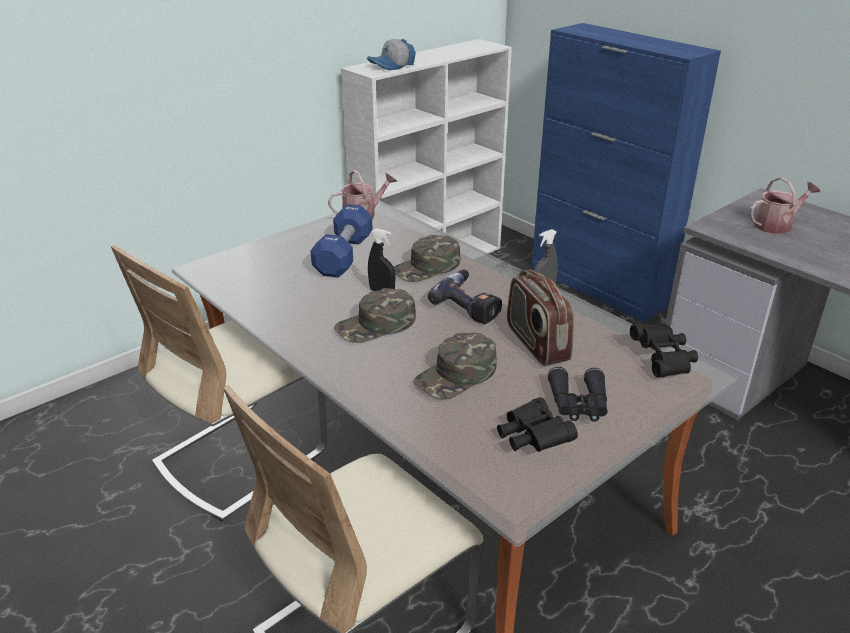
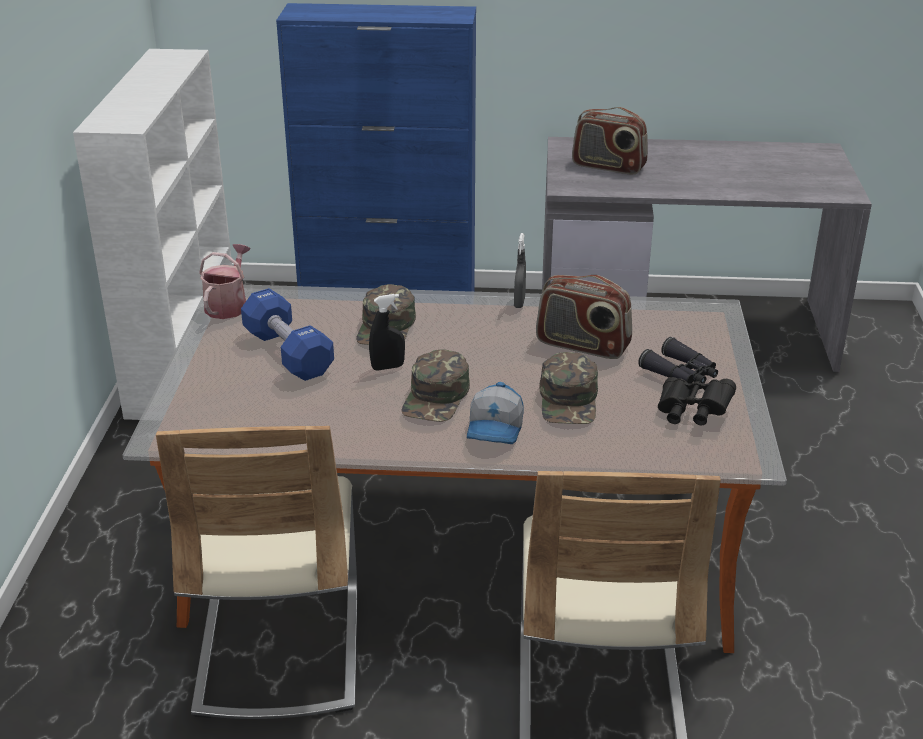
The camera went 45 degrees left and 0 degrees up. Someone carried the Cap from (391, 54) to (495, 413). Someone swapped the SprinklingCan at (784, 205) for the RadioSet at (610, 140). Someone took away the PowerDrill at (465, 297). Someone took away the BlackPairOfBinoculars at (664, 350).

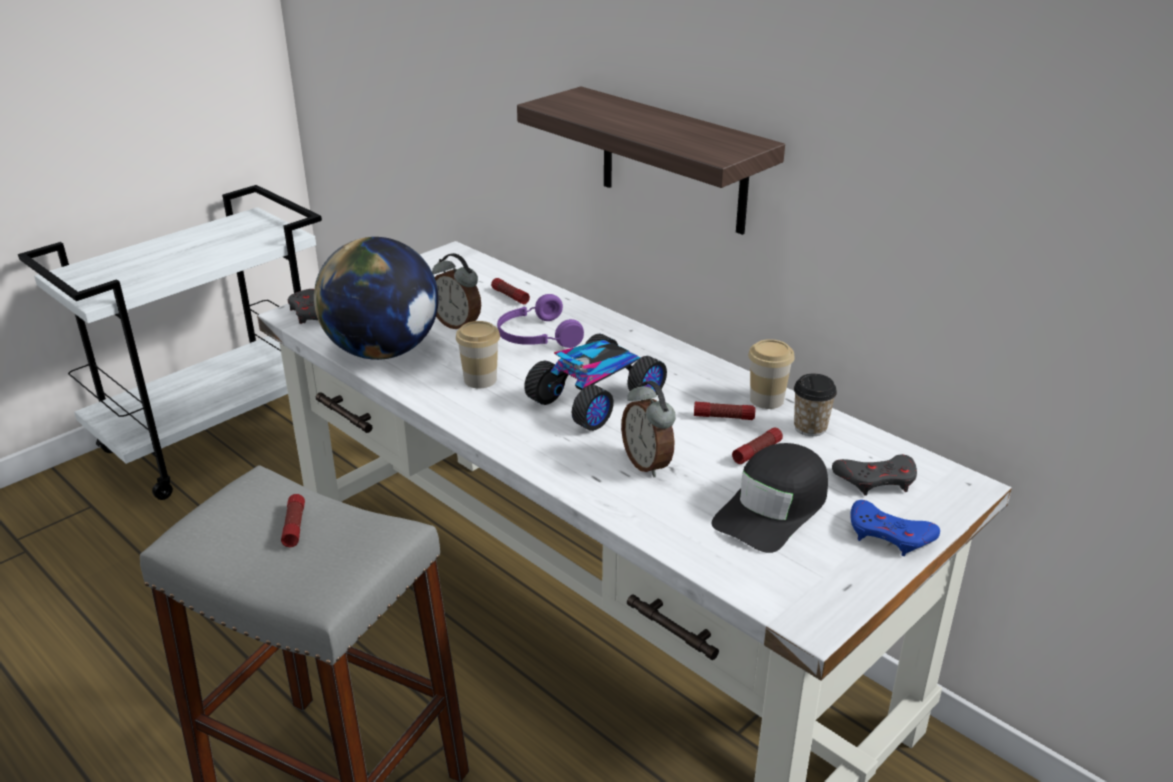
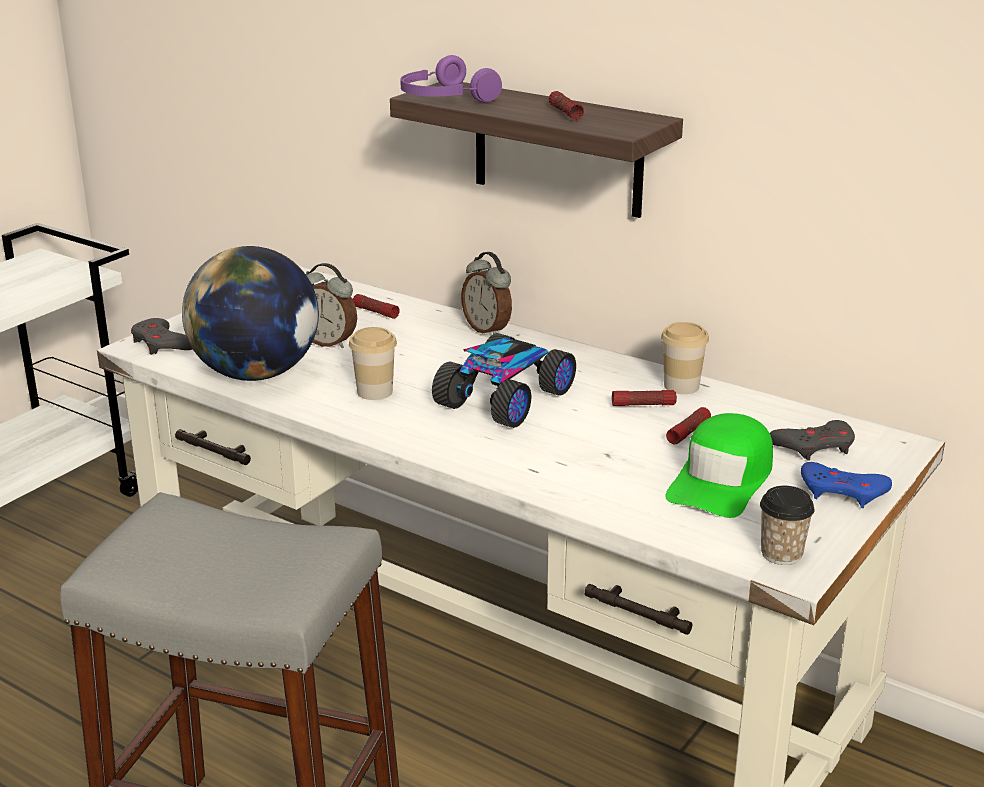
The camera went 10 degrees left and 5 degrees down. Someone carried the PurpleColouredHeadset from (540, 321) to (451, 78). Someone carried the DrinkingCup from (815, 405) to (787, 525). Someone carried the AlarmClock from (648, 429) to (486, 293). Someone repainted the BlackCap at (770, 498), which became the GreenColouredCap at (719, 465). Someone carried the HandTorch from (293, 520) to (566, 105).

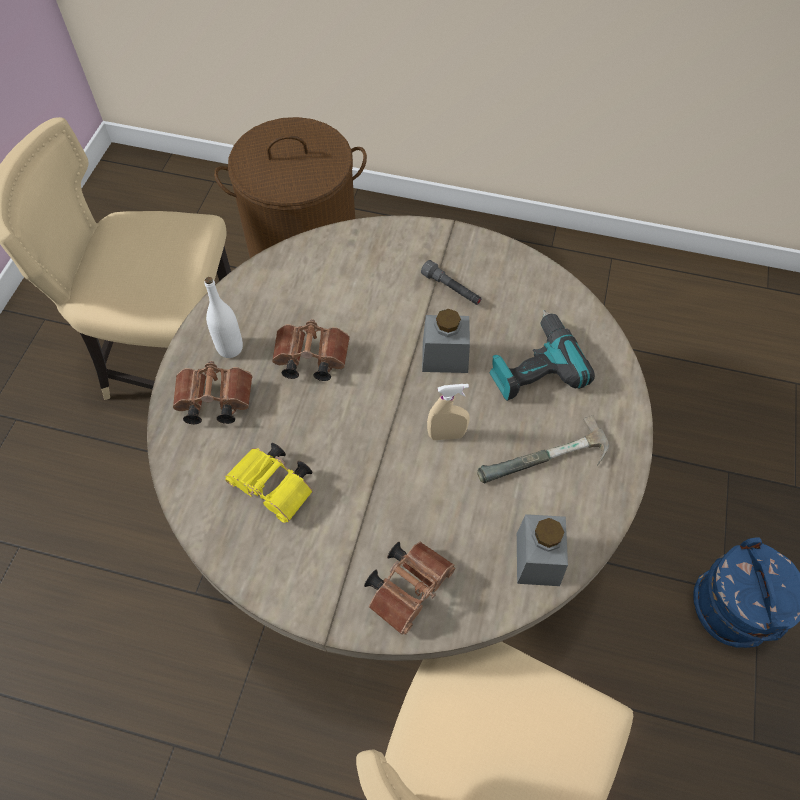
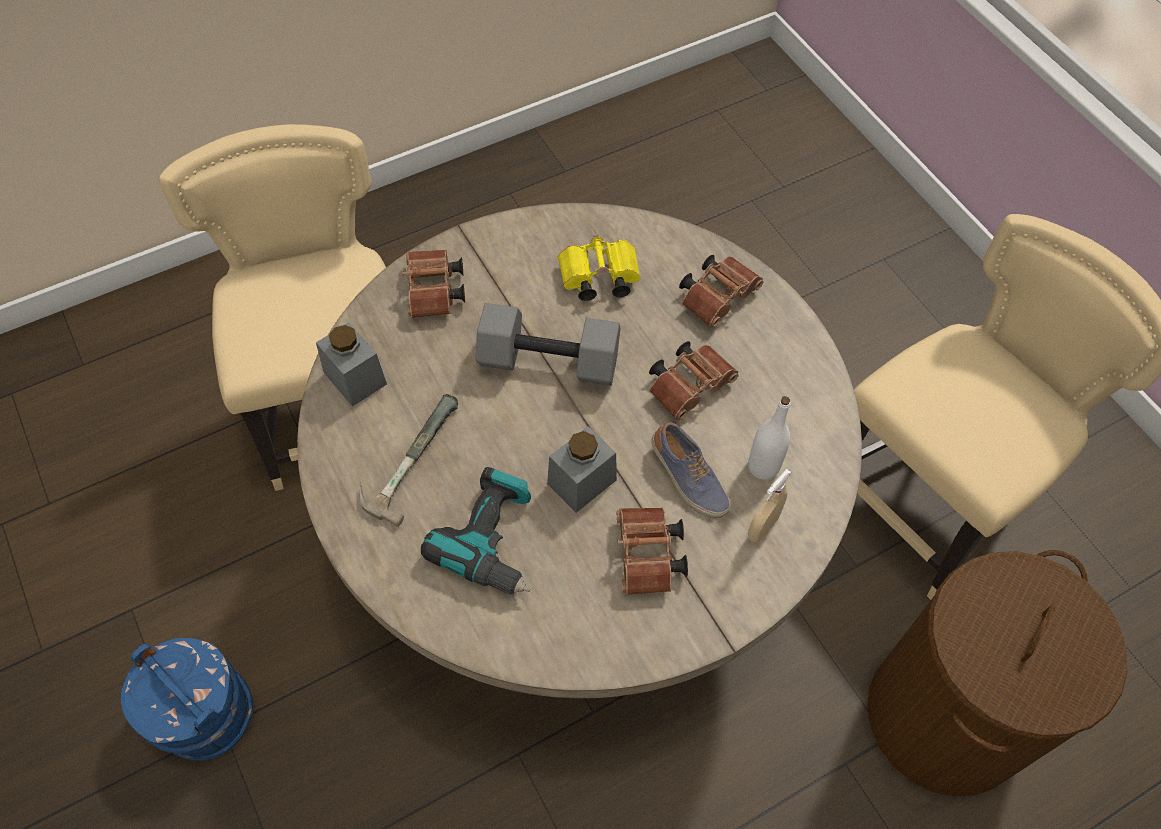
The camera went 135 degrees right and 0 degrees up. Someone swapped the GreyishHandTorch at (451, 282) for the BrownPairOfBinoculars at (652, 551). Someone carried the WhitishBeverageBottle from (224, 317) to (769, 438). Someone carried the SandColouredSprayer from (448, 412) to (769, 506). Someone put down the GreyishHandWeight at (548, 344). Someone put down the Shoe at (691, 470).

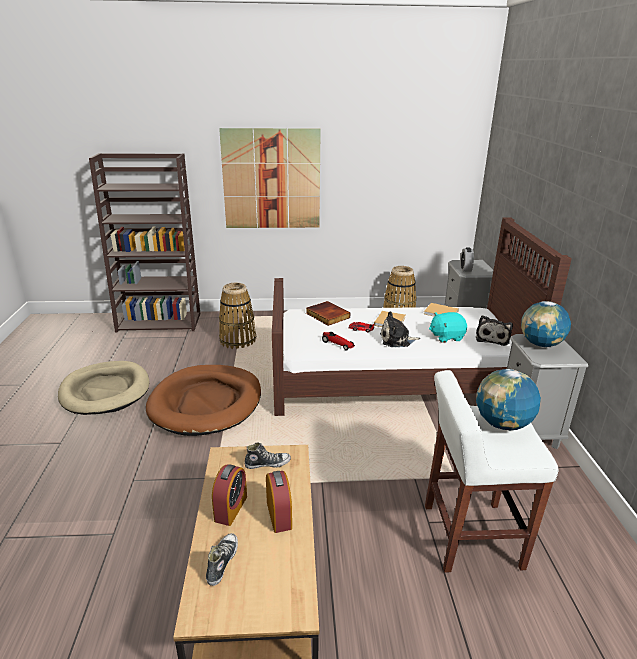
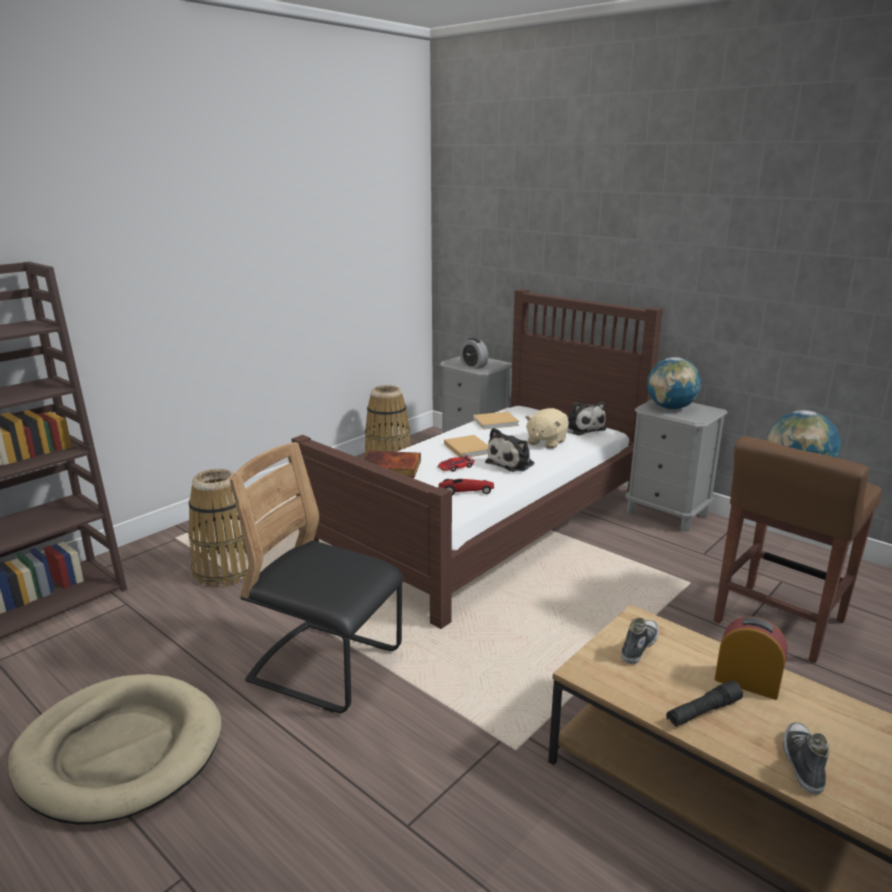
The camera went 45 degrees left and 5 degrees down. Someone took away the Picture at (270, 178). Someone repainted the TurquoiseColouredSoftToy at (448, 327), which became the SandColouredSoftToy at (547, 428). Someone swapped the BrownPetBed at (203, 400) for the BlackUprightChair at (317, 577). Someone repainted the WhitishSittingStool at (492, 471), which became the BrownSittingStool at (798, 549). Someone swapped the AlarmClock at (229, 495) for the BlackHandTorch at (704, 703). Someone rotated the Shoe at (222, 559) by 45 degrees clockwise.

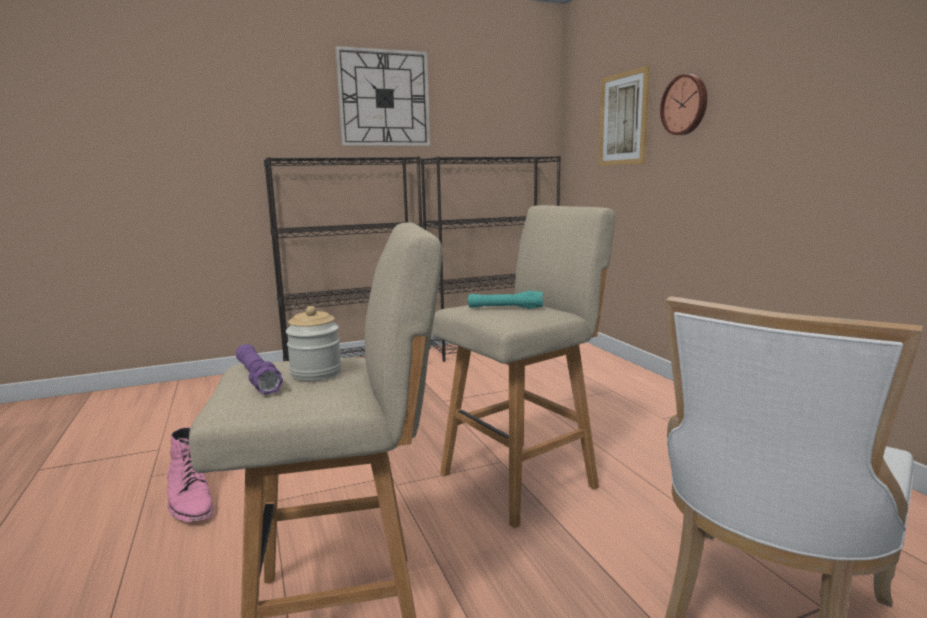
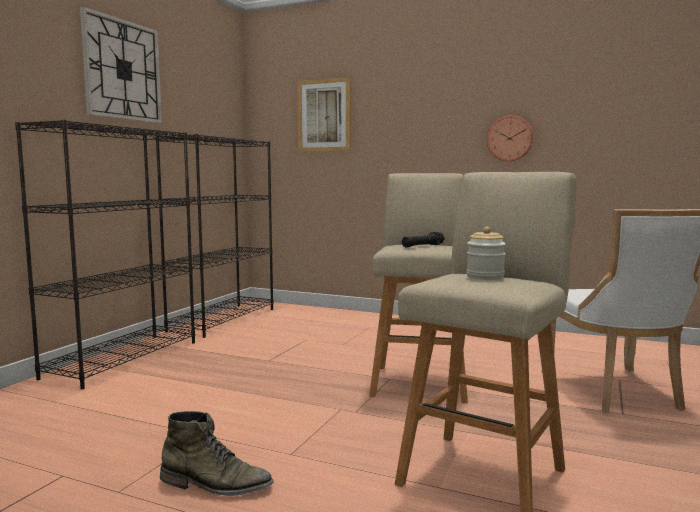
The camera went 45 degrees left and 5 degrees down. Someone carried the HangingClock from (683, 104) to (510, 138). Someone repainted the TurquoiseColouredHandTorch at (506, 299), which became the BlackHandTorch at (423, 239). Someone took away the PurpleColouredHandTorch at (259, 369). Someone repainted the PinkHighTopBoot at (190, 474), which became the GreenColouredHighTopBoot at (217, 453).

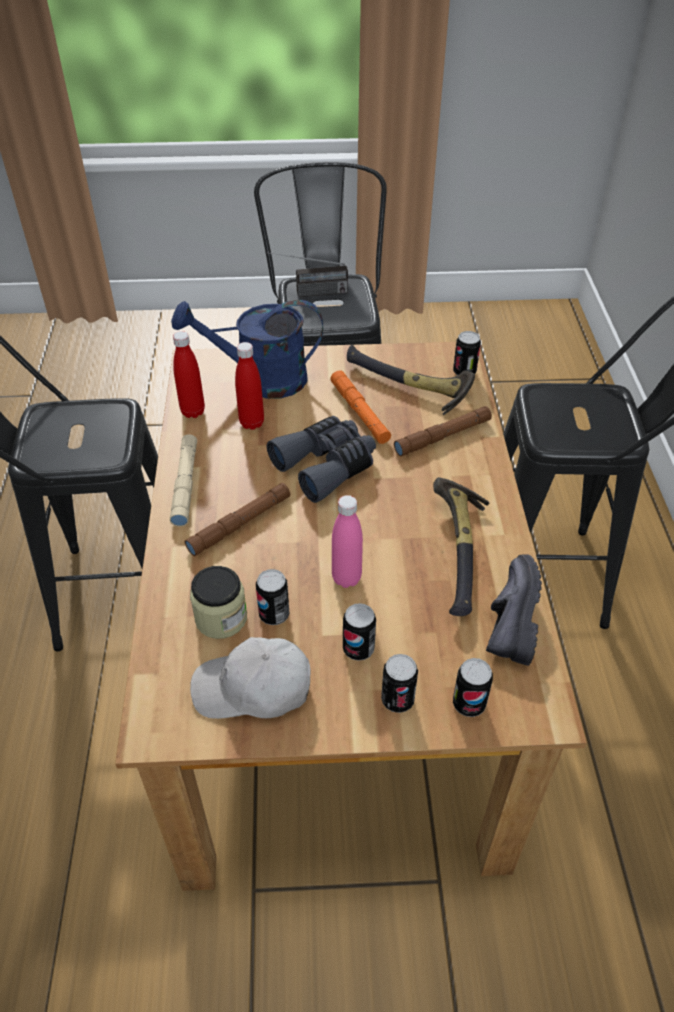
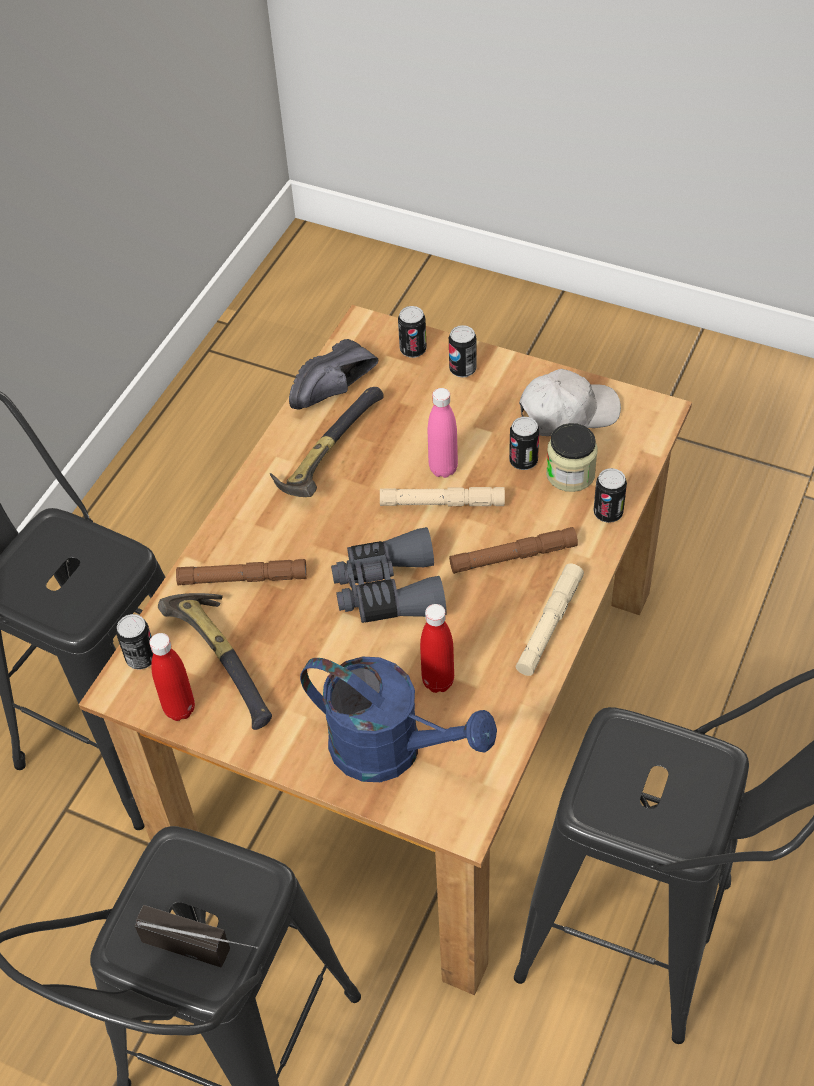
The camera went 150 degrees left and 5 degrees up. Someone carried the ReddishBeverageBottle from (189, 374) to (172, 677). Someone took away the OrangeColouredHandTorch at (360, 407). Someone carried the SealedCan from (359, 632) to (610, 495). Someone rotated the WhitishCap at (250, 678) by 45 degrees counterclockwise. Someone put down the SandColouredHandTorch at (442, 496).

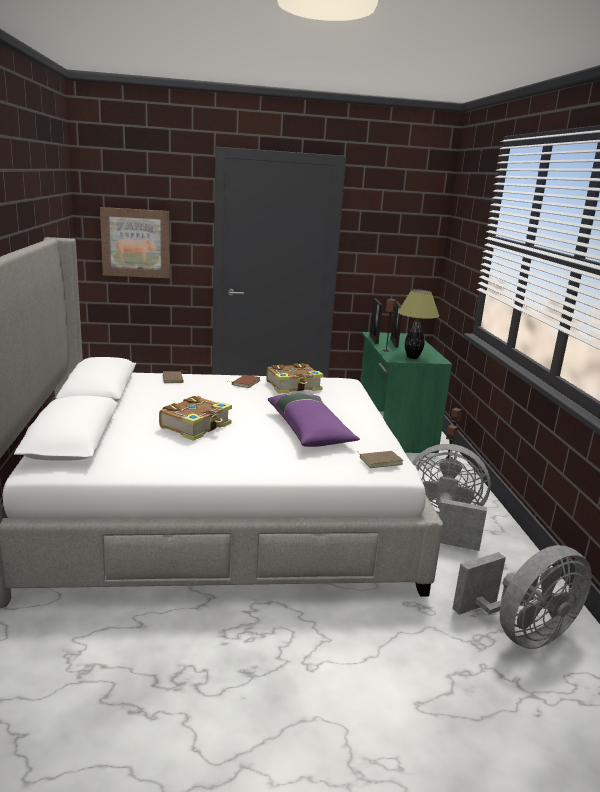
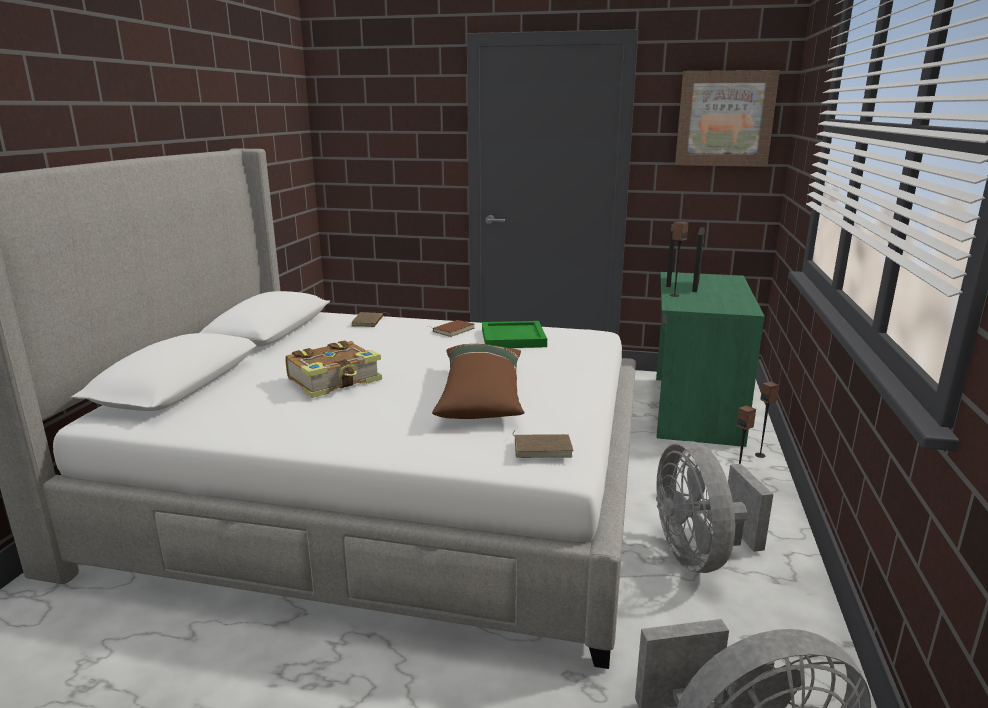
The camera went 20 degrees right and 0 degrees up. Someone carried the Picture from (135, 242) to (727, 118). Someone took away the TabletopLamp at (418, 324). Someone swapped the Book at (295, 378) for the GreenColouredCarryingTray at (514, 334). Someone repainted the PurpleColouredThrowPillow at (314, 420), which became the BrownThrowPillow at (478, 381). Someone rotated the GreyishElectricFan at (451, 497) by 135 degrees counterclockwise.

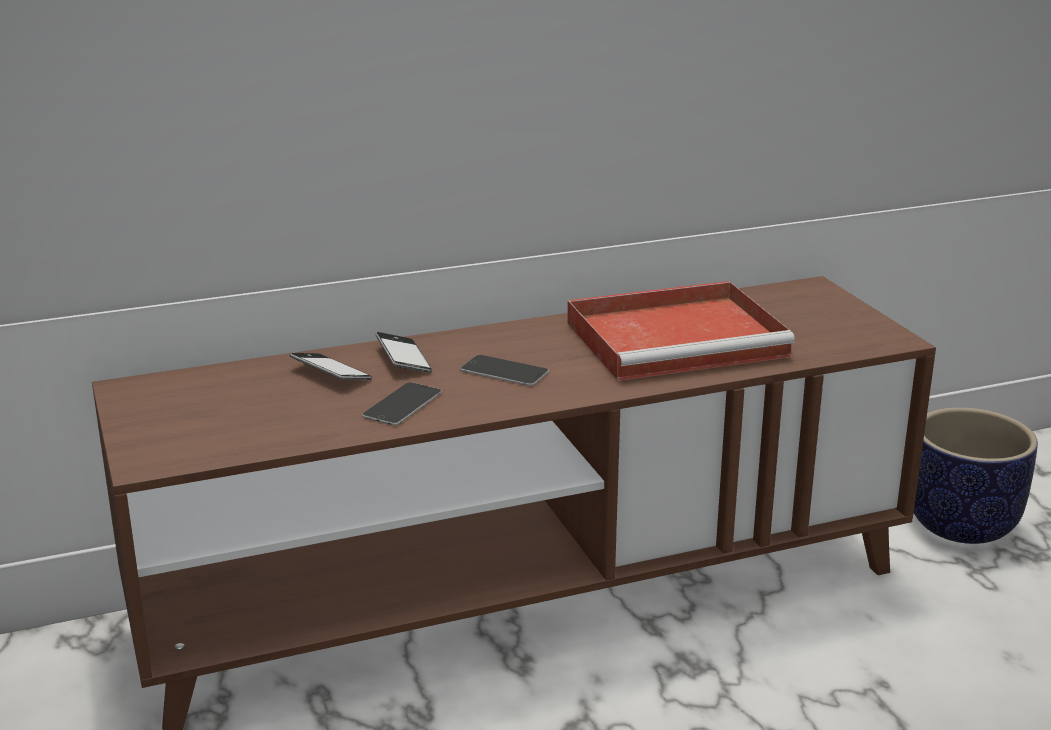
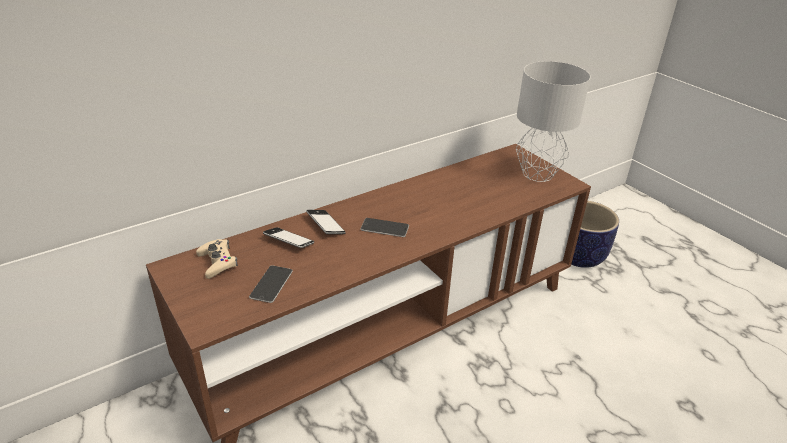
The camera went 15 degrees left and 10 degrees up. Someone took away the ReddishCarryingTray at (681, 331). Someone carried the Handset from (402, 404) to (271, 284). Someone put down the GreyishTabletopLamp at (553, 121). Someone put down the SandColouredGamepad at (217, 259).

